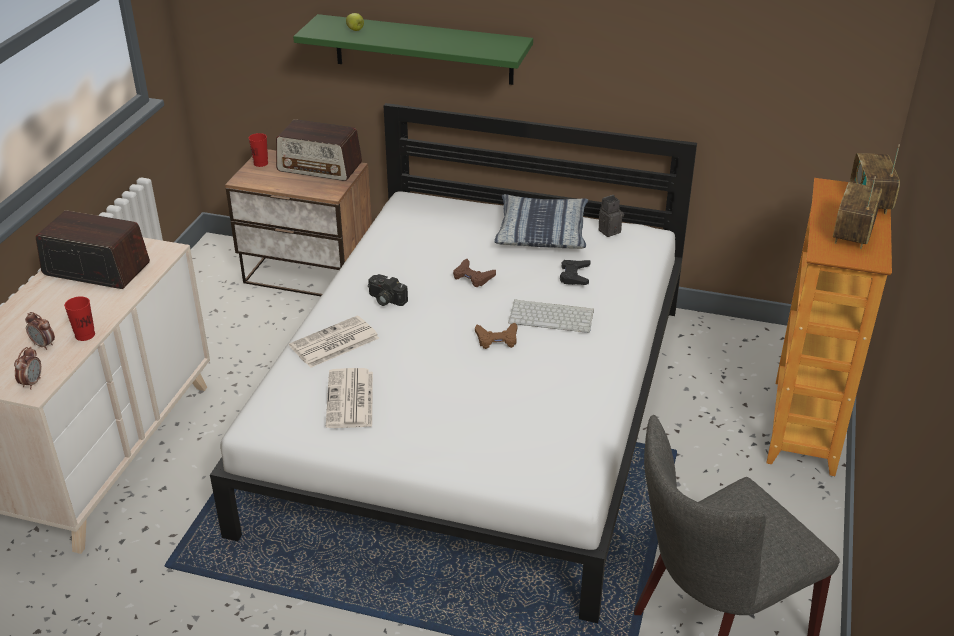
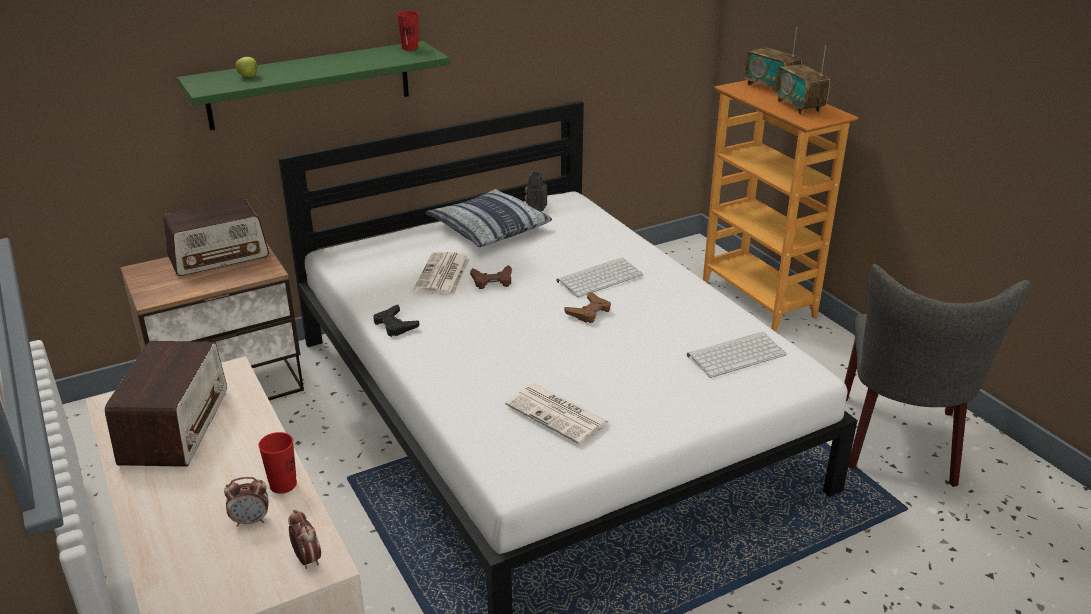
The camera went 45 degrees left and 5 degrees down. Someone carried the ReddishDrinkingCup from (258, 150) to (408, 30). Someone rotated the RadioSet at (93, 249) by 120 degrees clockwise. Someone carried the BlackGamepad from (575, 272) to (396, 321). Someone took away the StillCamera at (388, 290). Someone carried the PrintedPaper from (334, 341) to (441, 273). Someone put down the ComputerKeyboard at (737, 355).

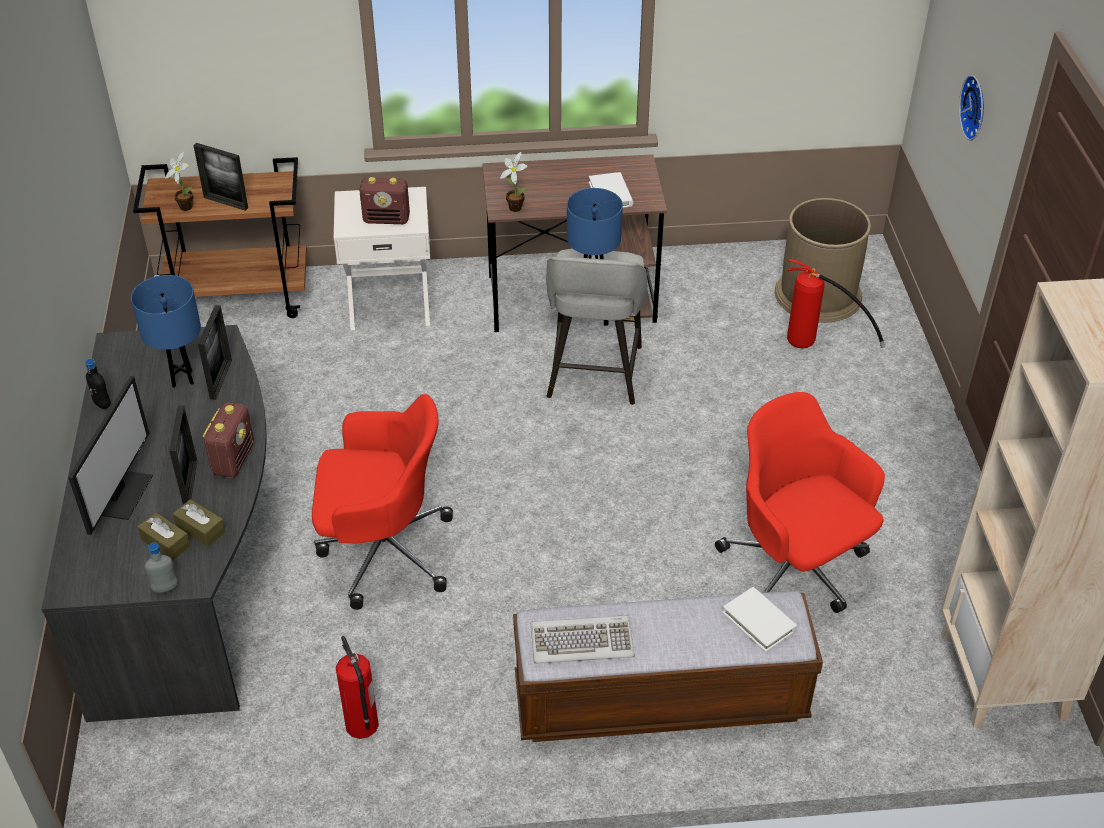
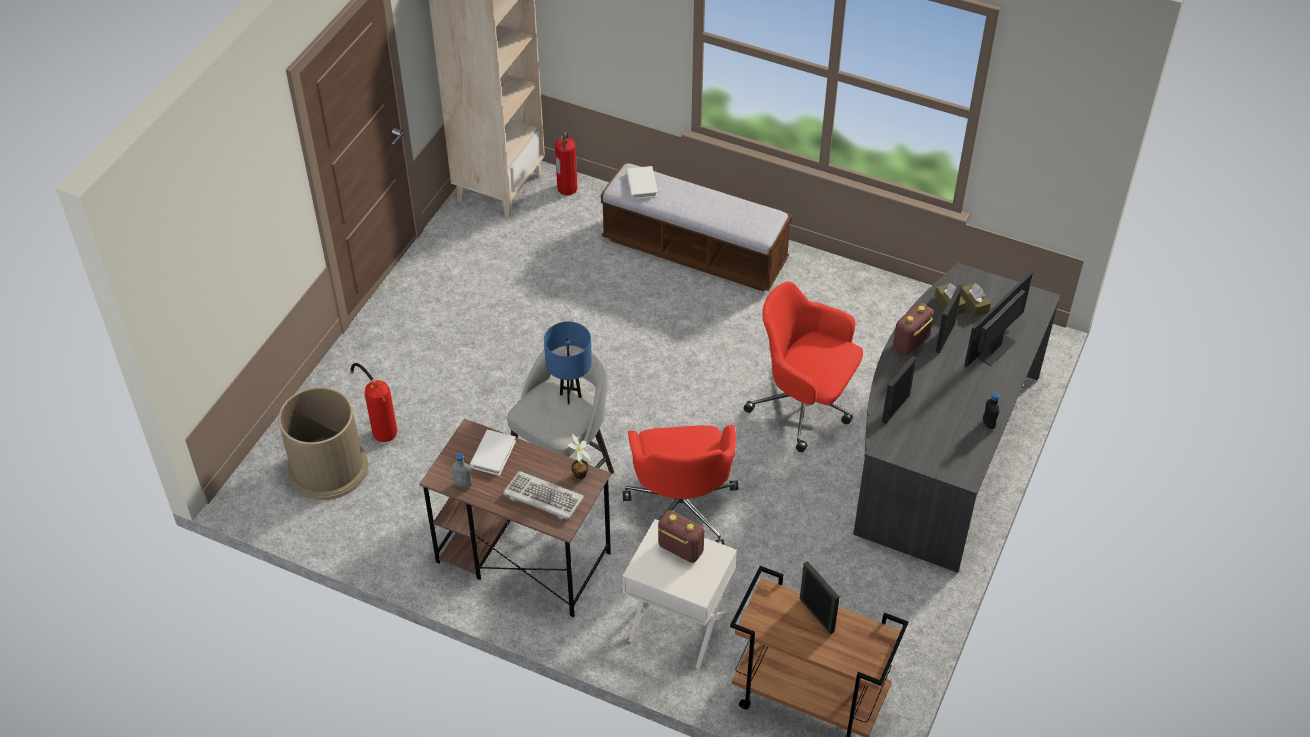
The camera went 150 degrees left and 5 degrees up. Someone took away the HangingClock at (971, 108). Someone took away the Houseplant at (179, 181). Someone took away the BlueTabletopLamp at (166, 331). Someone carried the ReddishComputerChair from (800, 502) to (680, 485). Someone carried the GreyishBeverageBottle from (161, 567) to (462, 470). Someone carried the ComputerKeyboard from (583, 639) to (543, 495). Someone carried the FireFightingCylinder from (357, 687) to (566, 162).

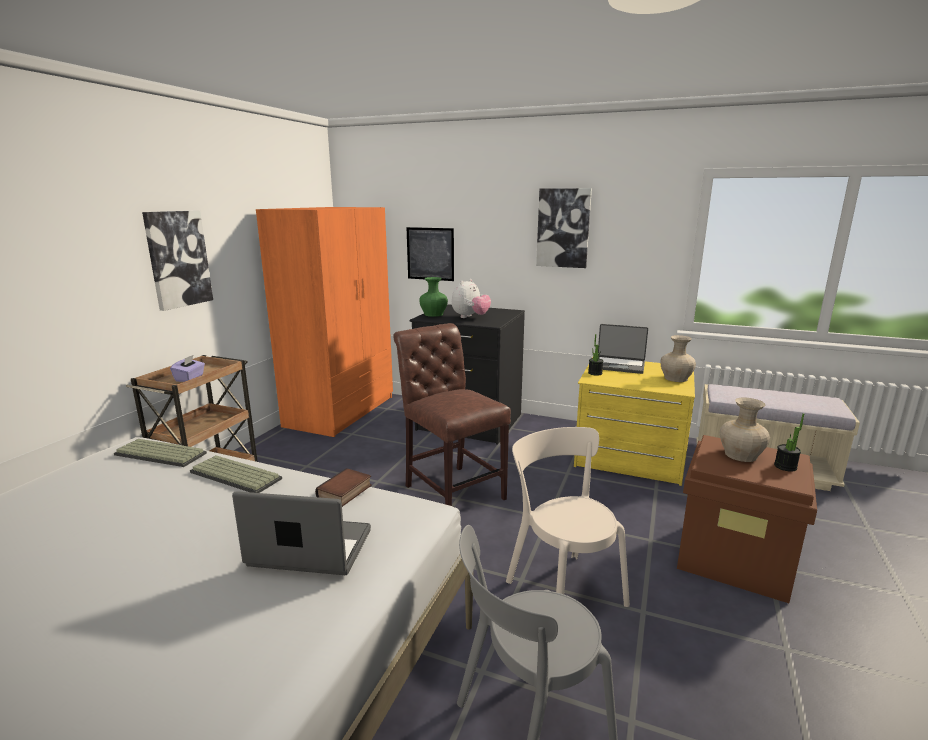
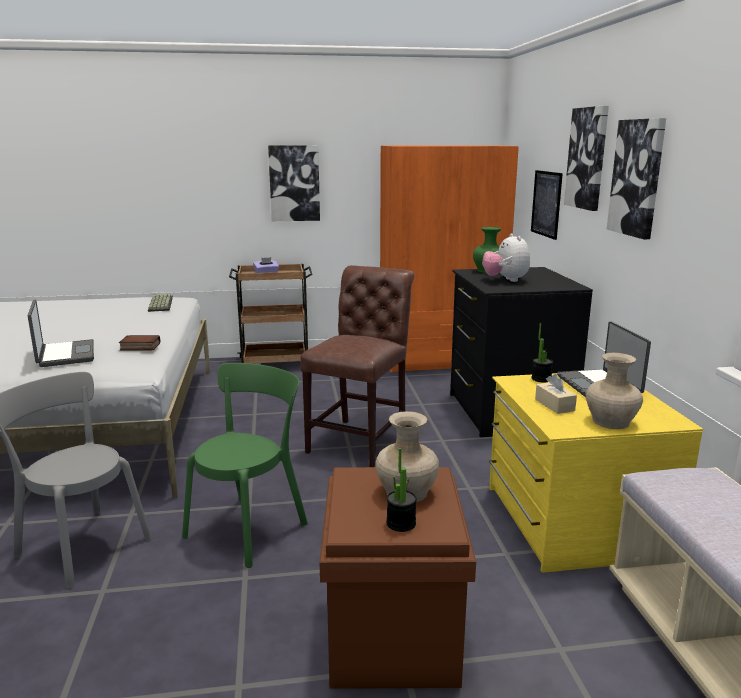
The camera went 60 degrees right and 0 degrees up. Someone rotated the SoftToy at (471, 298) by 75 degrees clockwise. Someone repainted the SandColouredUprightChair at (568, 517), which became the GreenColouredUprightChair at (245, 465). Someone took away the ComputerKeyboard at (236, 474). Someone put up the Picture at (586, 158). Someone put down the SandColouredBoxOfTissues at (556, 394).

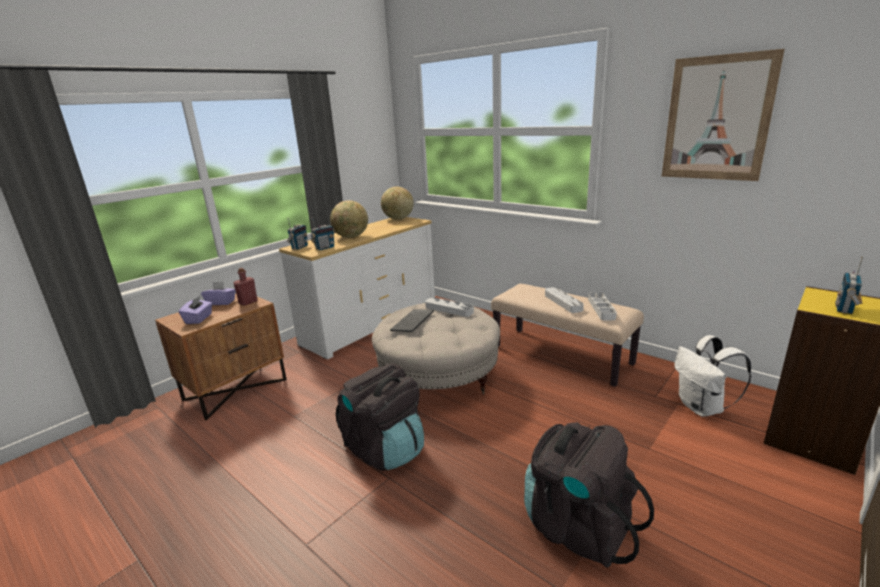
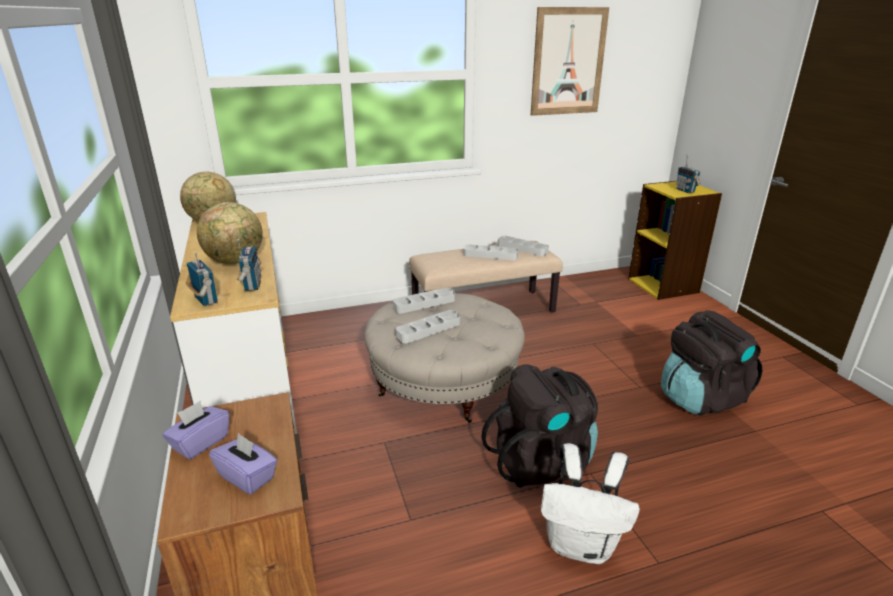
The camera went 60 degrees left and 5 degrees up. Someone took away the ReddishBeverageBottle at (246, 287). Someone swapped the ComputerKeyboard at (412, 320) for the GreyishCarryingTray at (428, 326). Someone carried the WhitishKnapsack from (712, 376) to (590, 503).

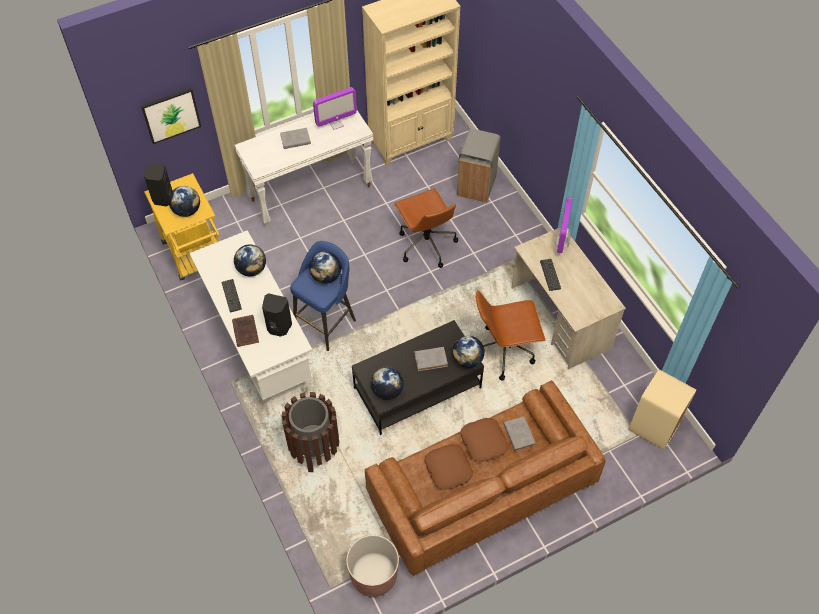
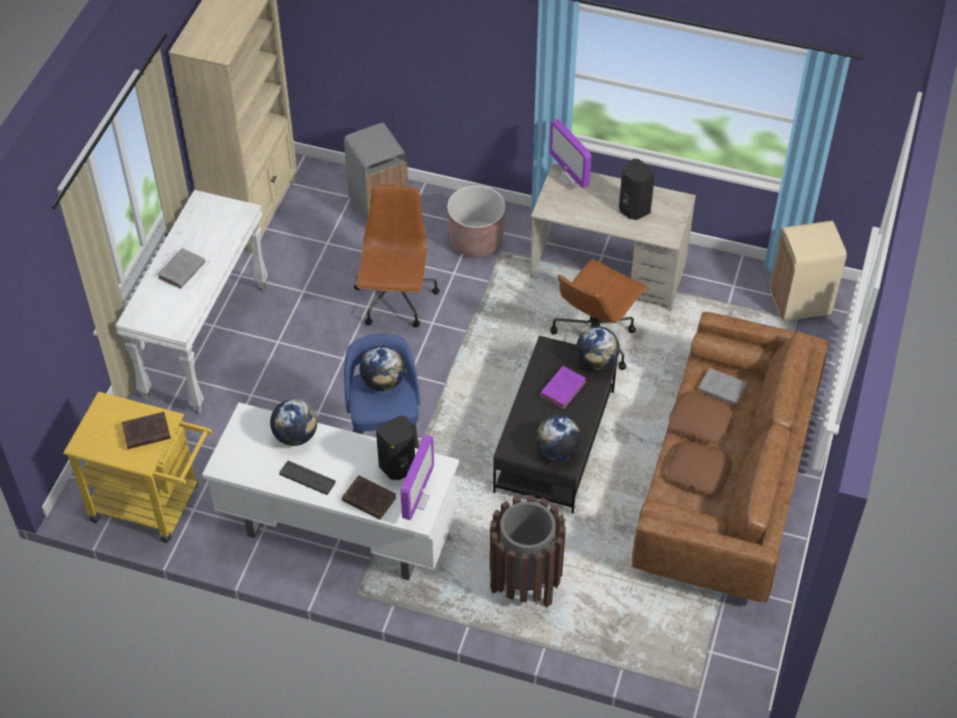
The camera went 45 degrees left and 5 degrees down. Someone carried the ComputerScreen from (335, 108) to (417, 477). Someone took away the Picture at (171, 116). Someone carried the BlackLoudspeaker from (158, 185) to (637, 189). Someone swapped the WorldGlobe at (184, 201) for the BrownBook at (146, 430). Someone rotated the BrownComputerChair at (426, 228) by 105 degrees counterclockwise. Someone took away the ComputerKeyboard at (550, 275). Someone repainted the GreyishBook at (431, 359), which became the PurpleColouredBook at (563, 387). Someone carried the BrownPlantPot from (372, 566) to (476, 221).

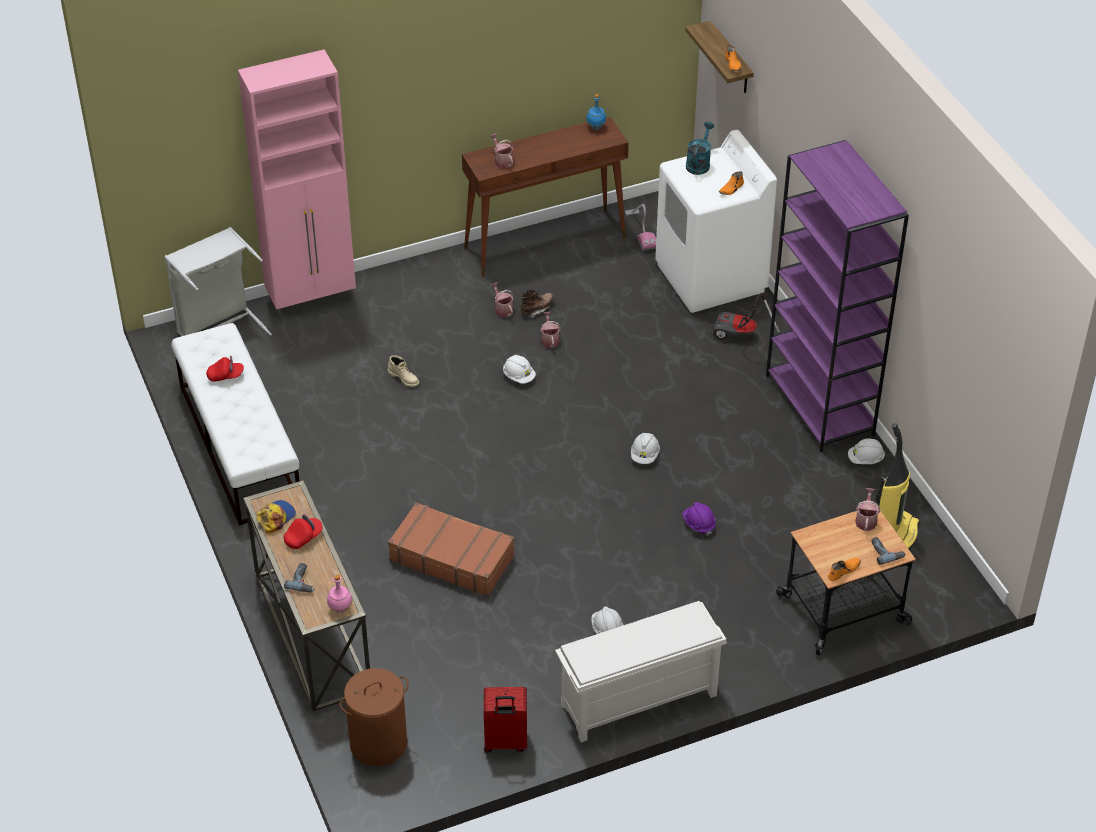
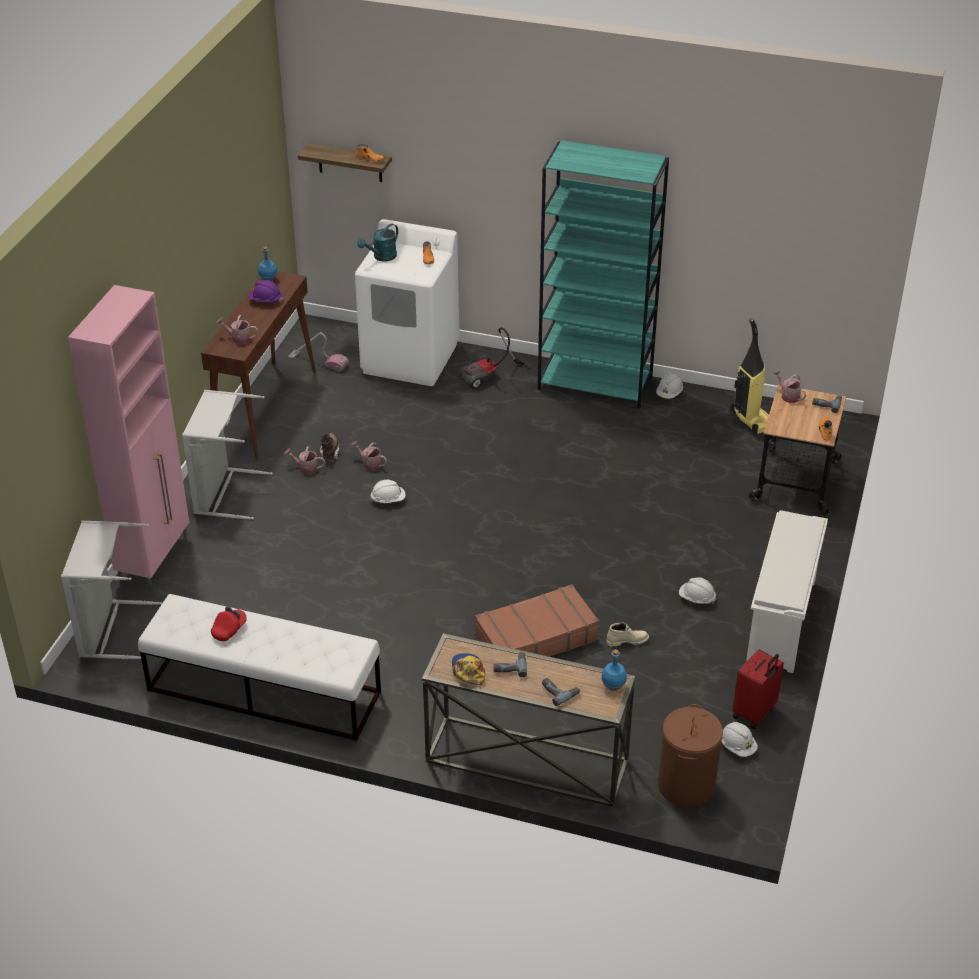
The camera went 50 degrees left and 5 degrees down. Someone rotated the TurquoiseColouredSprinklingCan at (700, 148) by 105 degrees counterclockwise. Someone repainted the PurpleColouredBookcase at (837, 296), which became the TurquoiseColouredBookcase at (603, 274). Someone carried the SandColouredHighTopBoot from (403, 371) to (627, 634). Someone carried the WhitishSafetyHelmet from (645, 448) to (739, 739). Someone carried the PurpleColouredSafetyHelmet from (699, 519) to (265, 291). Someone swapped the ReddishCap at (303, 531) for the PowerDrill at (510, 664). Someone repainted the PinkBeverageBottle at (339, 594), which became the BlueBeverageBottle at (614, 670). Someone put down the GreyishWashingBasket at (227, 455).

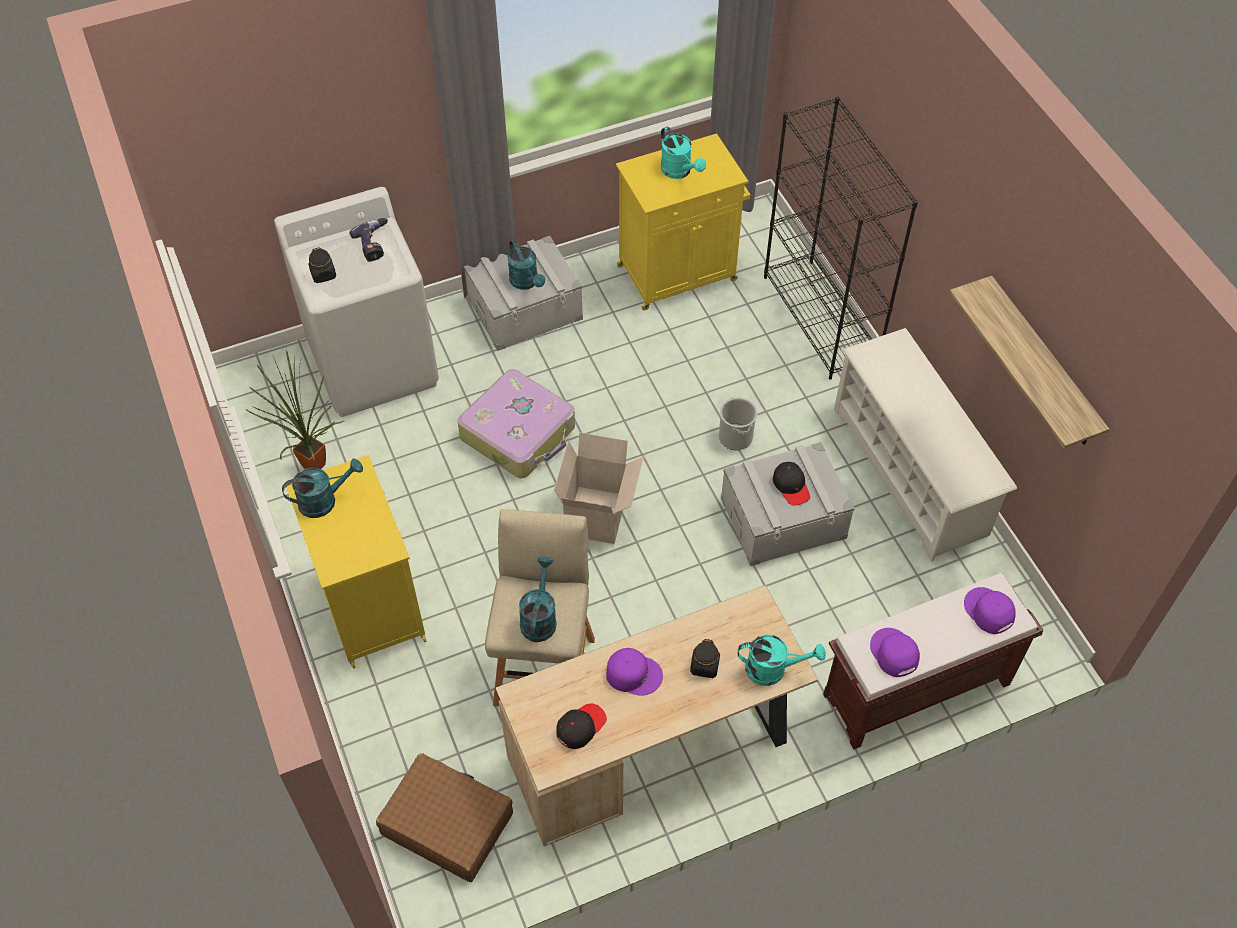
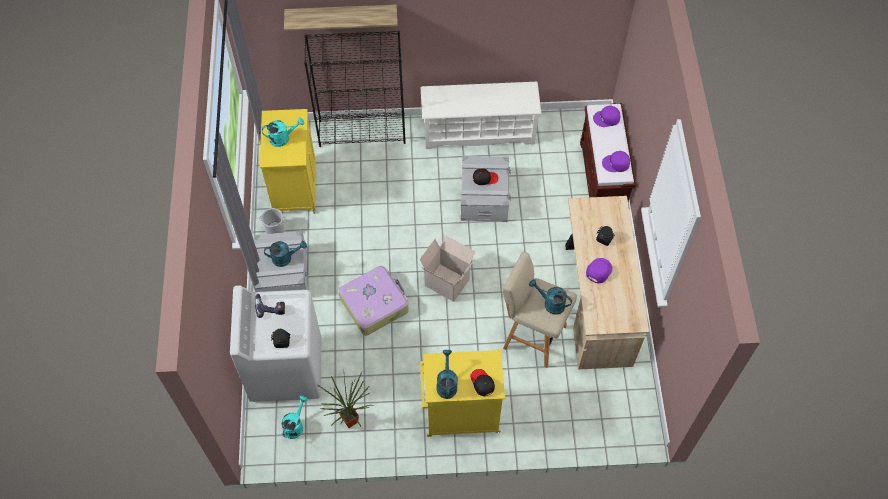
The camera went 70 degrees left and 5 degrees up. Someone carried the BracketShelf from (1029, 362) to (341, 18). Someone carried the Bucket from (738, 423) to (272, 221). Someone carried the TurquoiseColouredSprinklingCan from (782, 660) to (294, 417). Someone carried the BlackCap from (581, 726) to (482, 382). Someone took away the BrownTravelCase at (444, 817).

